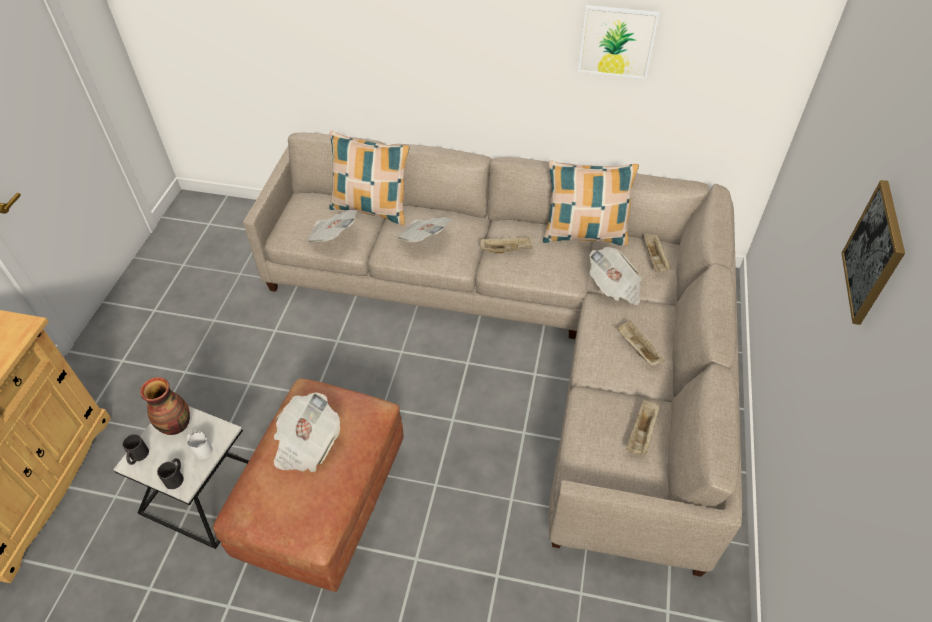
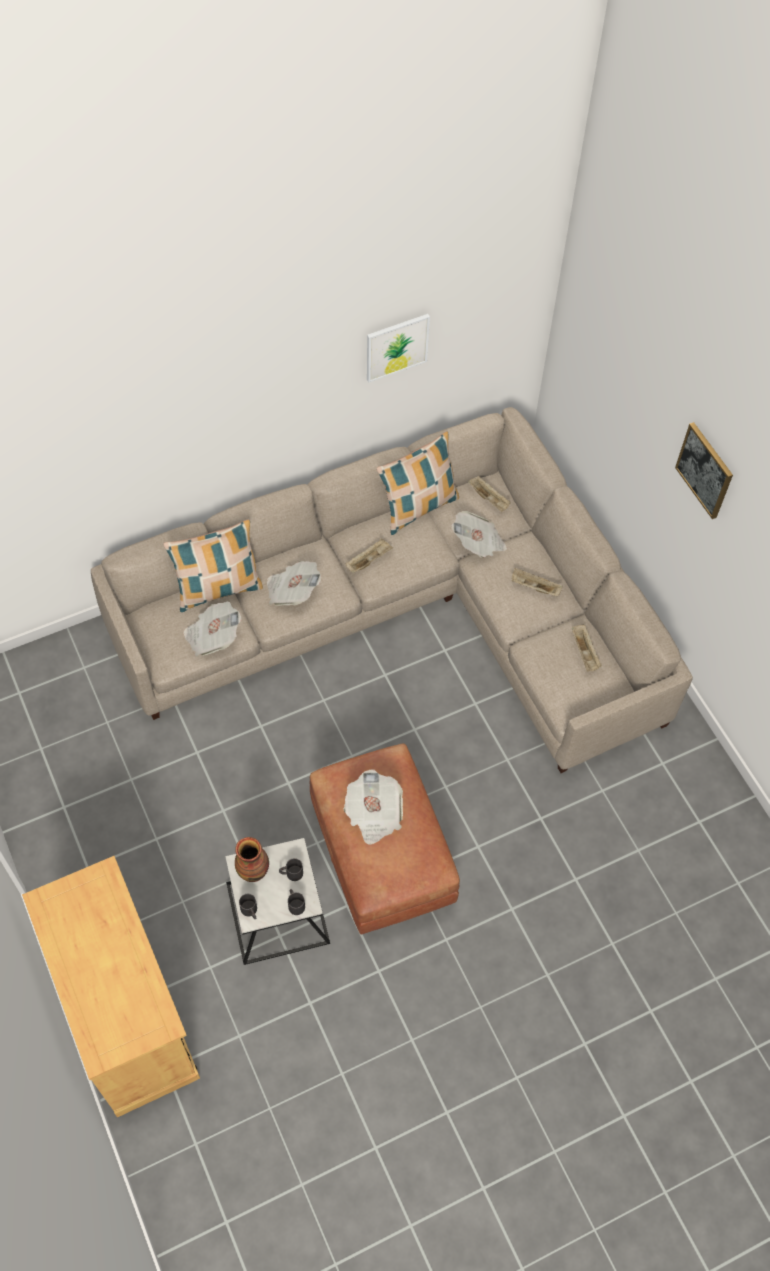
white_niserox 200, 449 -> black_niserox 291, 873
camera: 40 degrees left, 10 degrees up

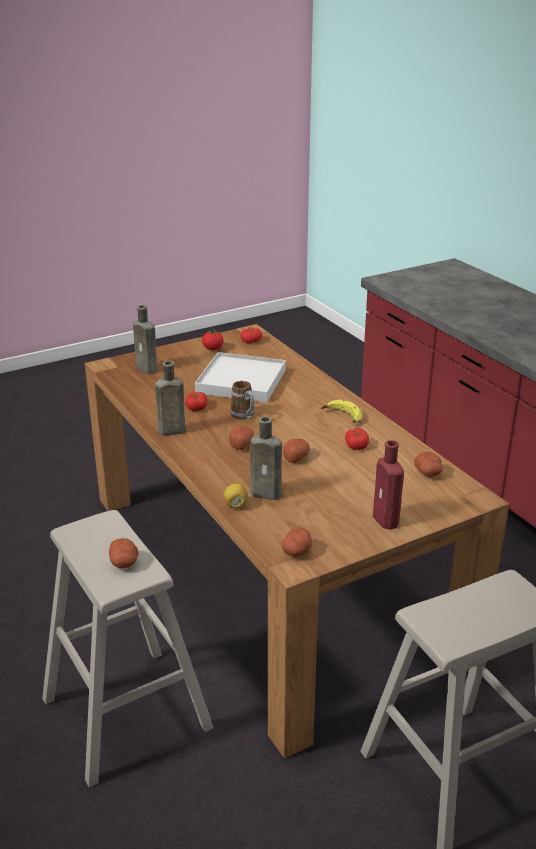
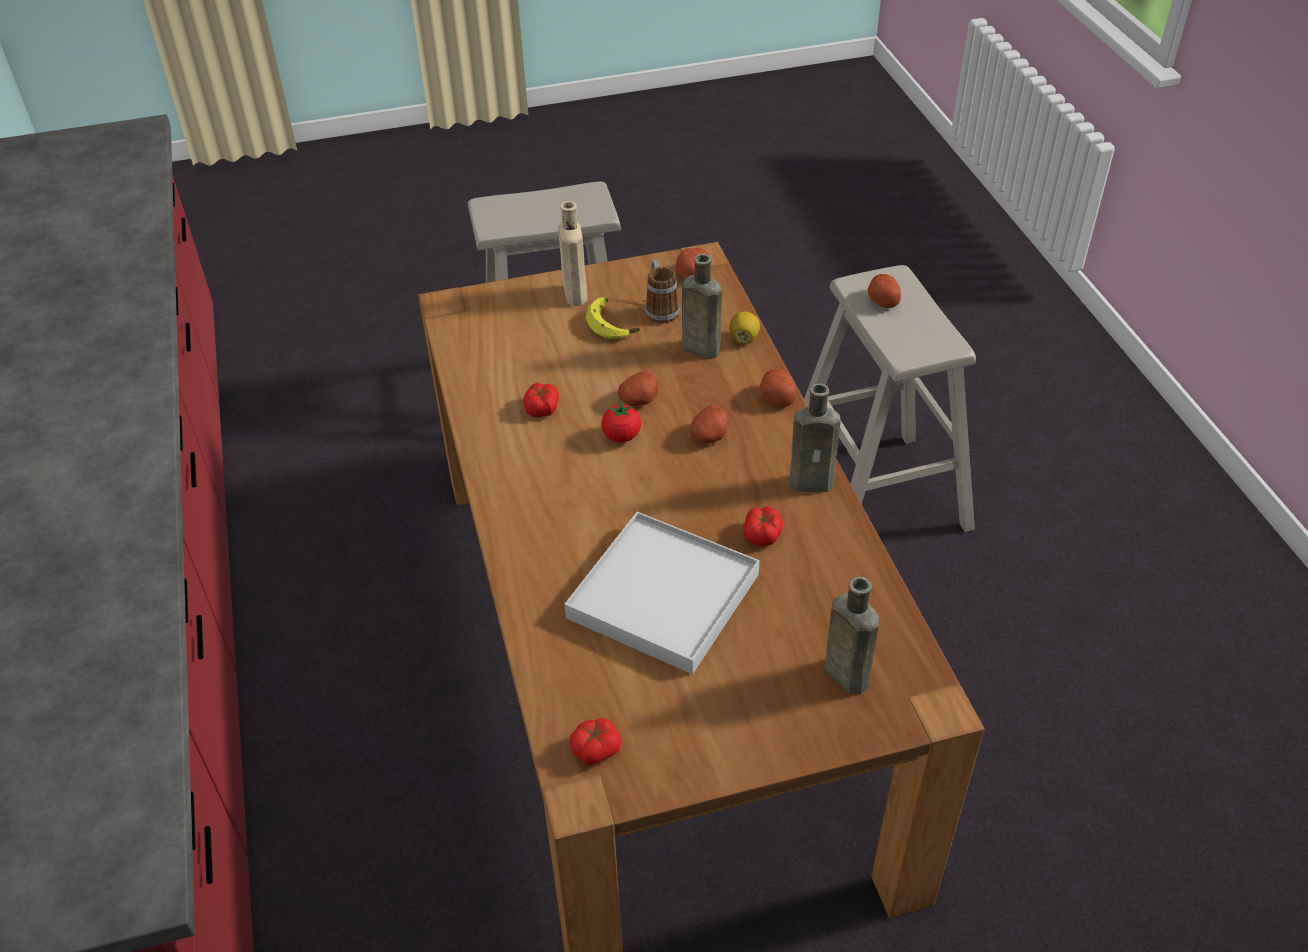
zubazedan 213, 349 -> zubazedan 621, 436, relocated
niserox 244, 416 -> niserox 660, 309, relocated
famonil 342, 417 -> famonil 613, 324, relocated
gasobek 428, 473 -> gasobek 776, 397, relocated
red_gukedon 387, 521 -> beige_gukedon 574, 293
camera: 165 degrees left, 15 degrees up

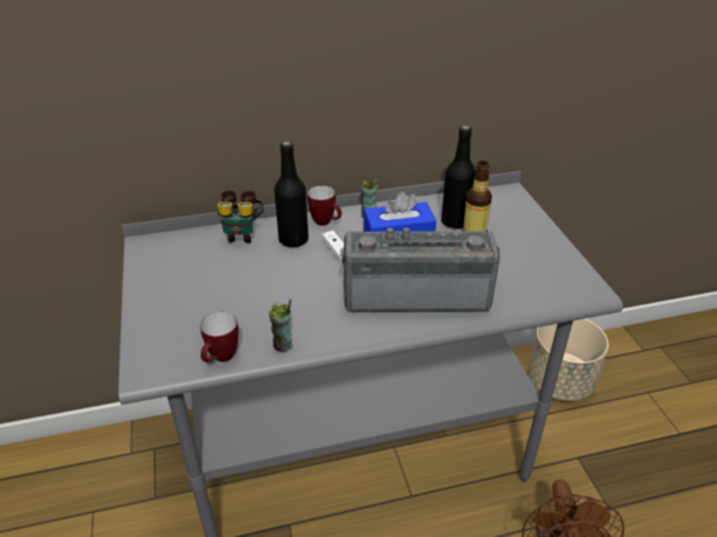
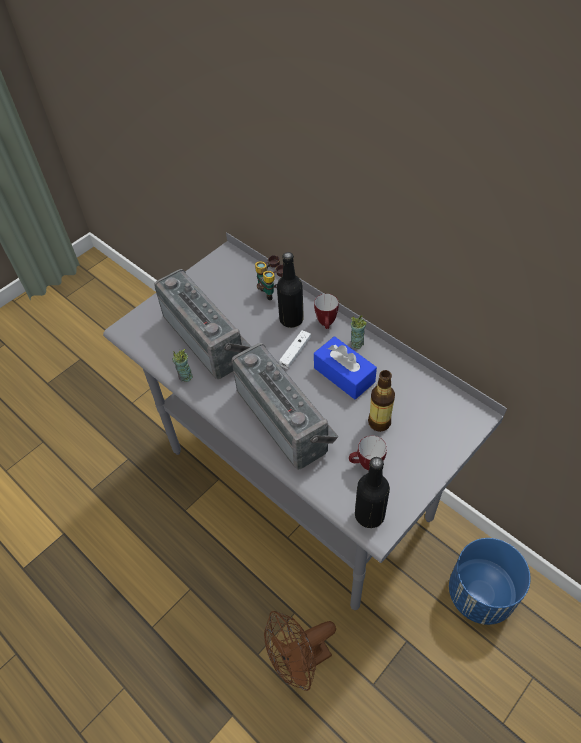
none -> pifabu 208, 337
niserox 221, 359 -> niserox 366, 465, relocated
black_gukedon 455, 222 -> black_gukedon 369, 515, relocated
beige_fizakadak 560, 382 -> blue_fizakadak 481, 593
camera: 60 degrees right, 15 degrees up

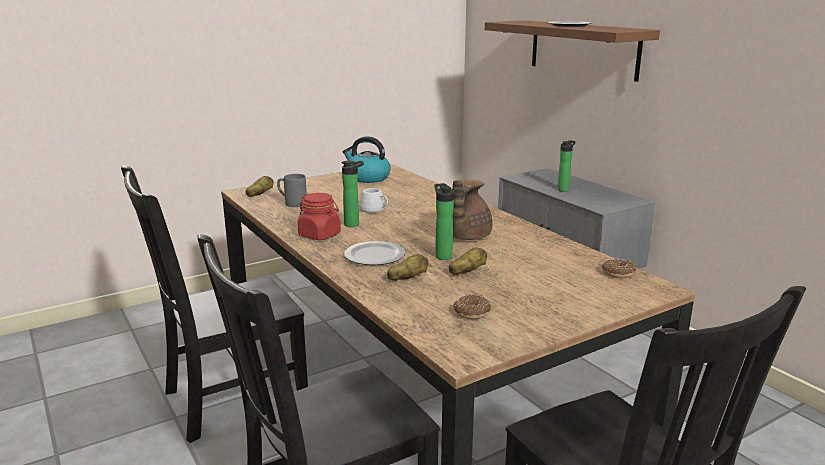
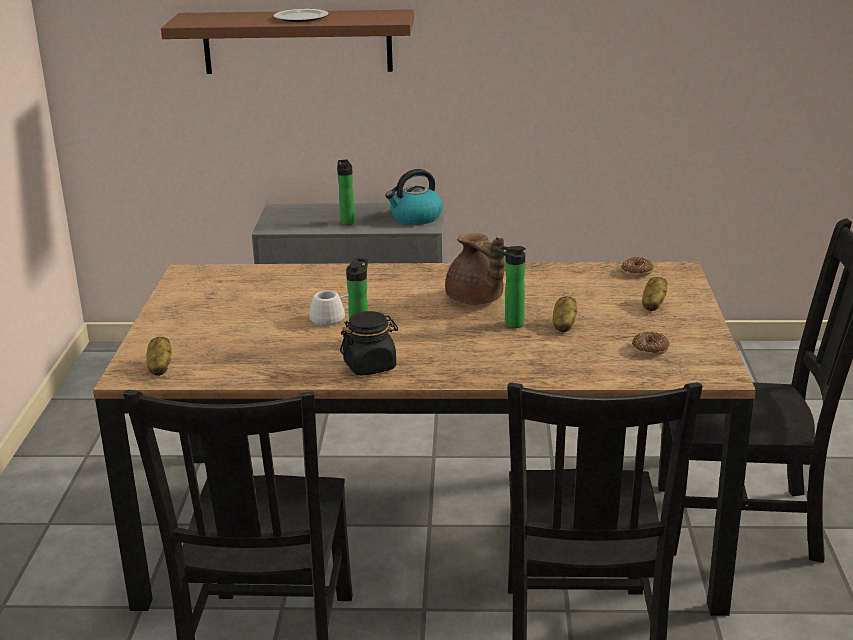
grey_niserox 291, 203 -> none
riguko 375, 256 -> none
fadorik 367, 178 -> fadorik 415, 218, relocated
gasobek 407, 279 -> gasobek 653, 305, relocated
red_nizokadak 320, 235 -> black_nizokadak 370, 366
camera: 55 degrees left, 5 degrees up

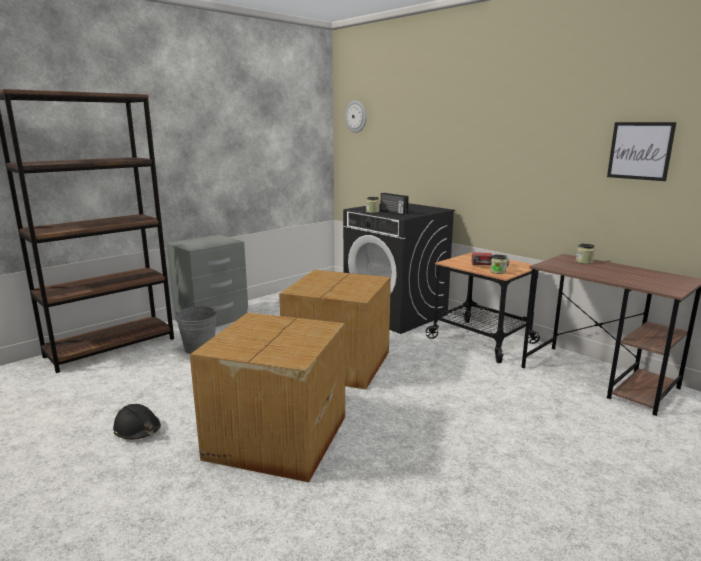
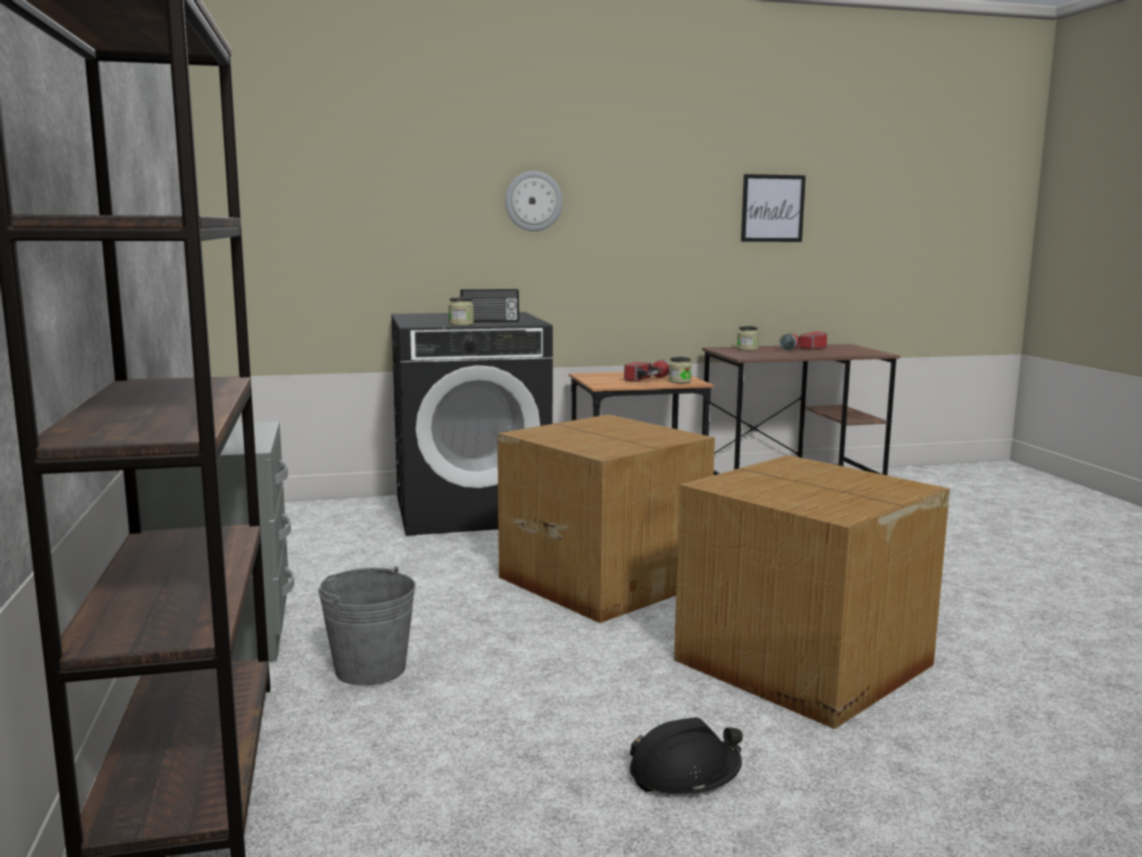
none -> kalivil 802, 349
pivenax 356, 116 -> pivenax 533, 201, relocated
camera: 60 degrees left, 5 degrees down

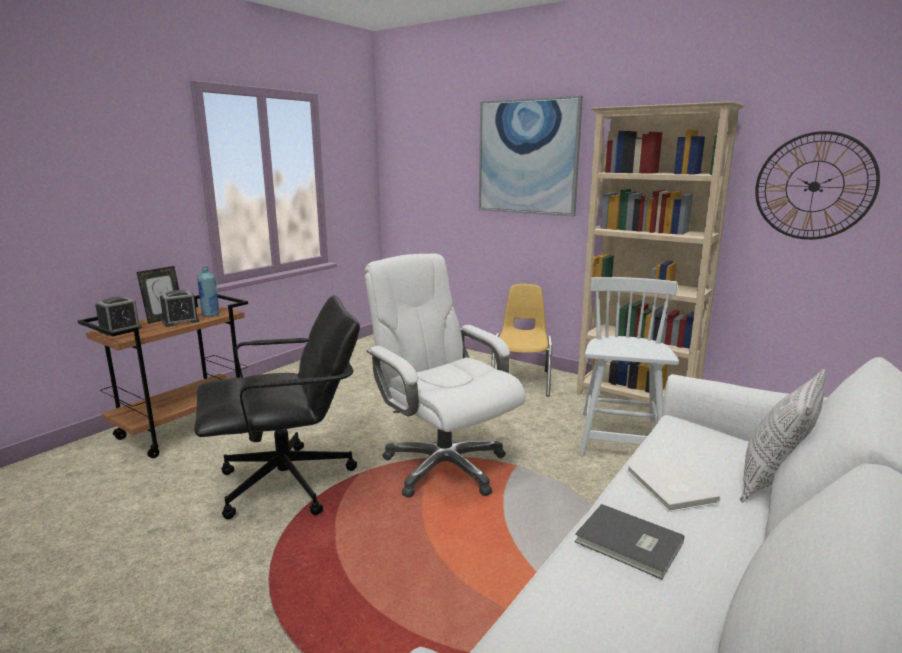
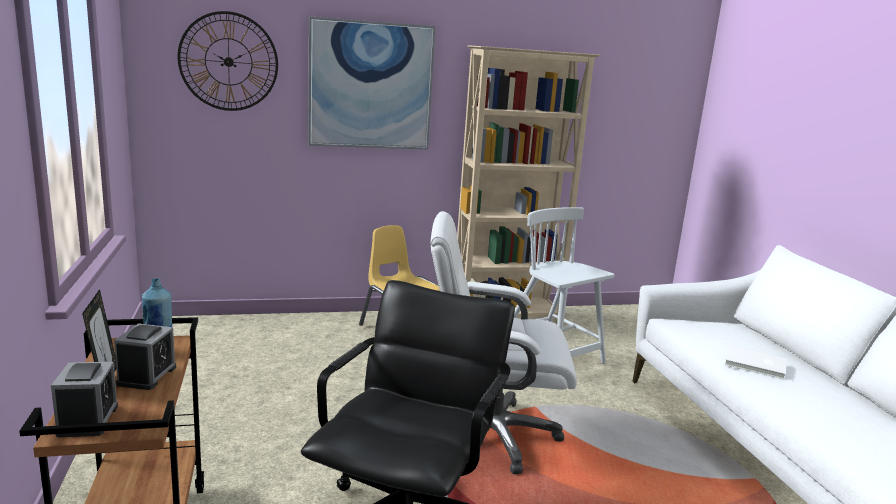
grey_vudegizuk 629, 544 -> none
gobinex 772, 482 -> none
pivenax 814, 186 -> pivenax 228, 62, relocated
camera: 50 degrees left, 0 degrees up

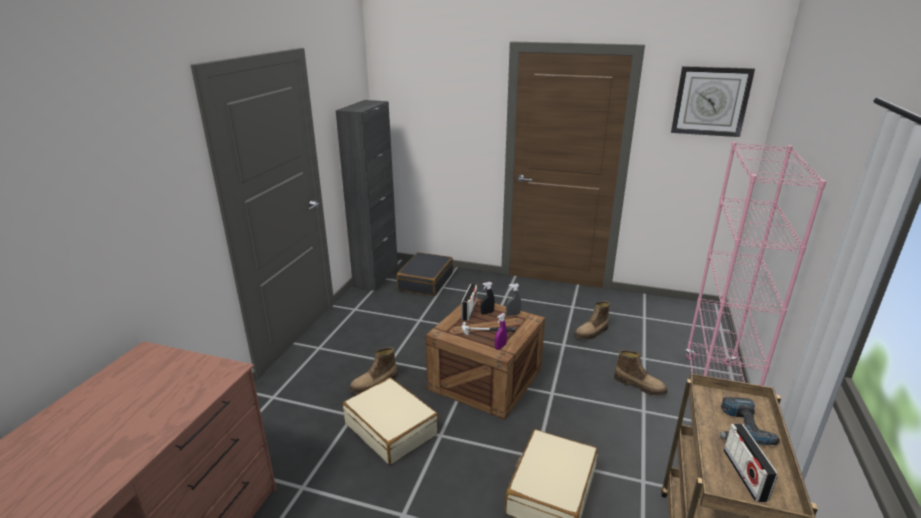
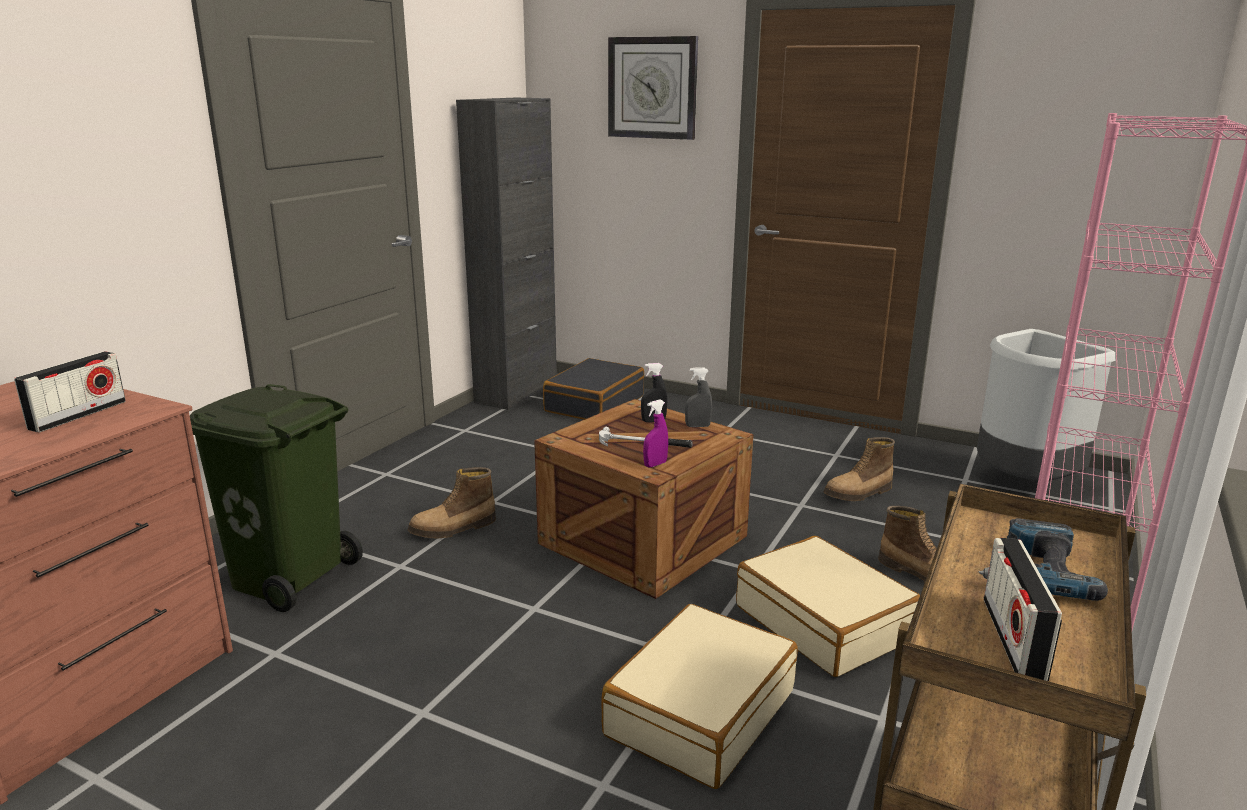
none -> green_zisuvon 289, 575
none -> grey_zisuvon 1022, 484
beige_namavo 391, 429 -> beige_namavo 823, 623, relocated
pifabu 469, 310 -> pifabu 78, 415, relocated
pivenax 710, 101 -> pivenax 652, 88, relocated
camera: 10 degrees right, 5 degrees down

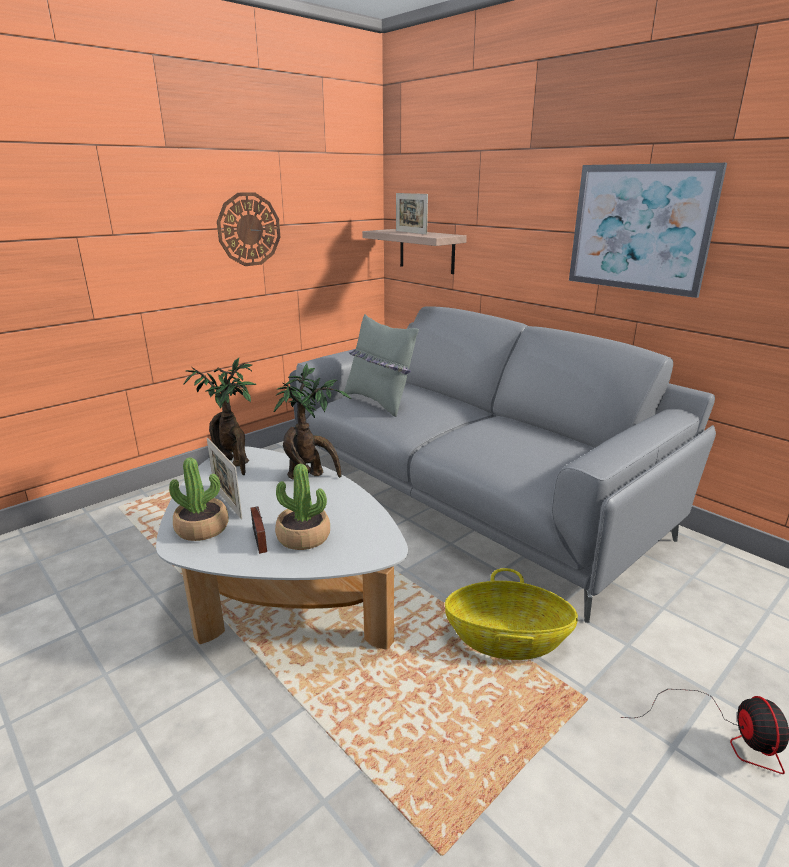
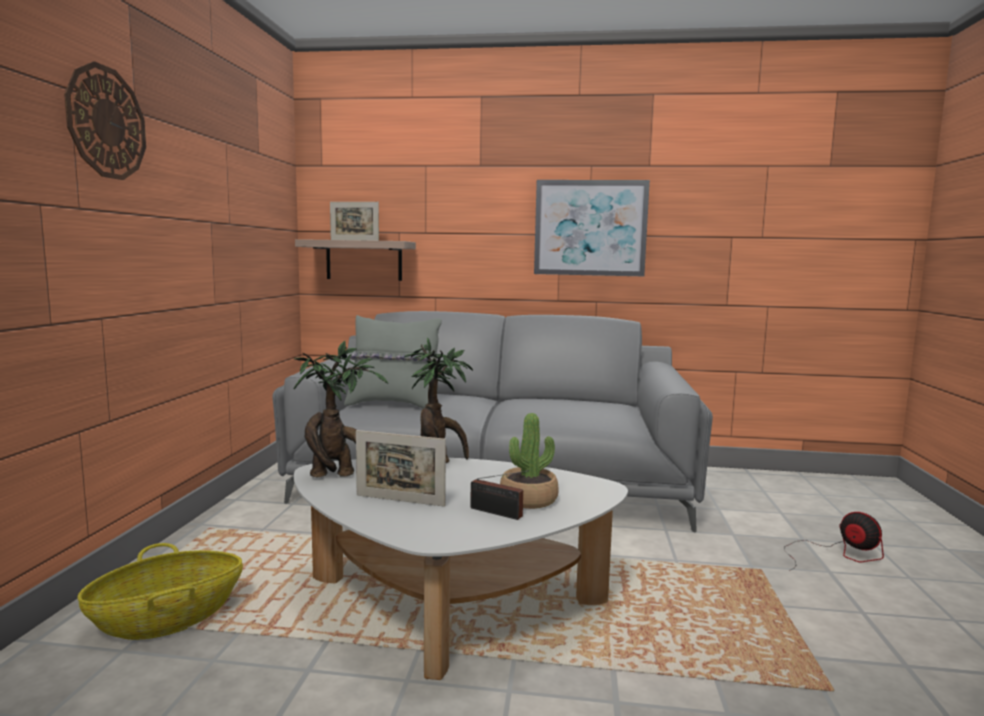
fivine 202, 528 -> none
pivenax 249, 229 -> pivenax 106, 122, relocated
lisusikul 507, 639 -> lisusikul 167, 618, relocated
camera: 40 degrees left, 15 degrees down

